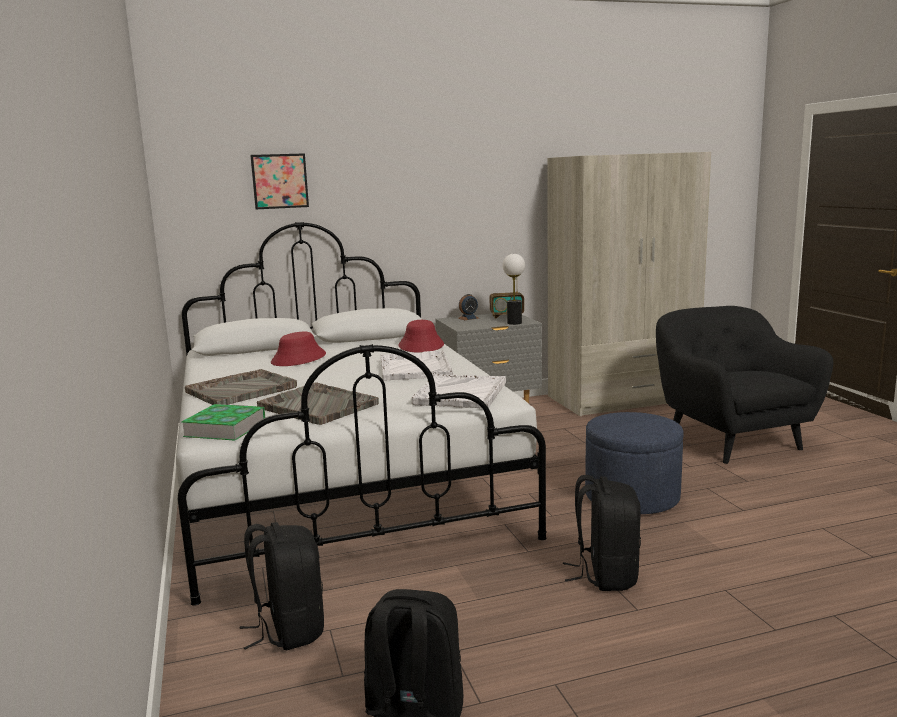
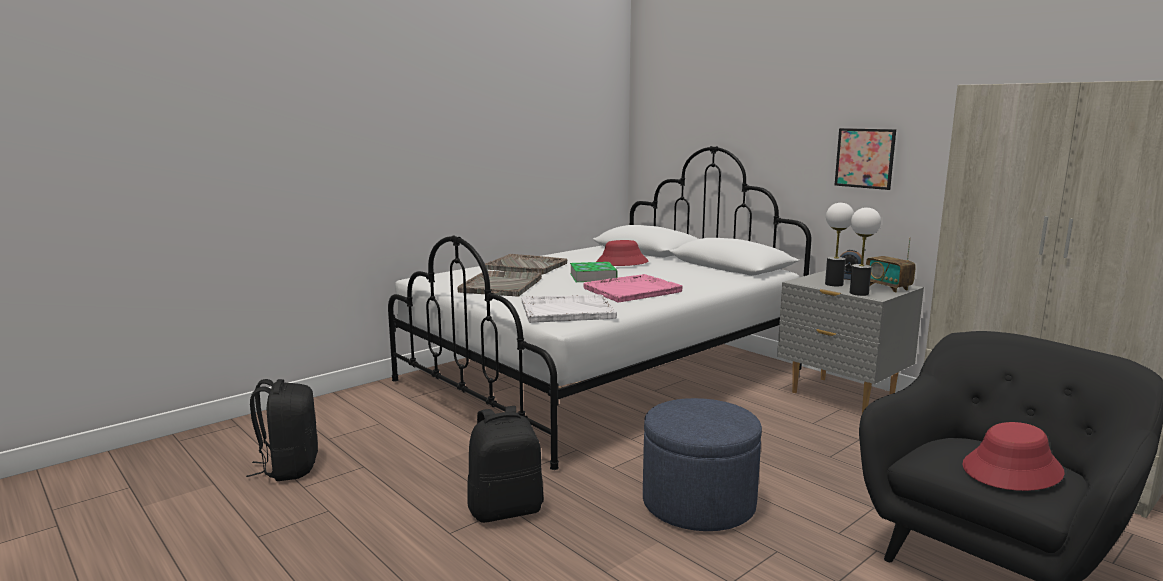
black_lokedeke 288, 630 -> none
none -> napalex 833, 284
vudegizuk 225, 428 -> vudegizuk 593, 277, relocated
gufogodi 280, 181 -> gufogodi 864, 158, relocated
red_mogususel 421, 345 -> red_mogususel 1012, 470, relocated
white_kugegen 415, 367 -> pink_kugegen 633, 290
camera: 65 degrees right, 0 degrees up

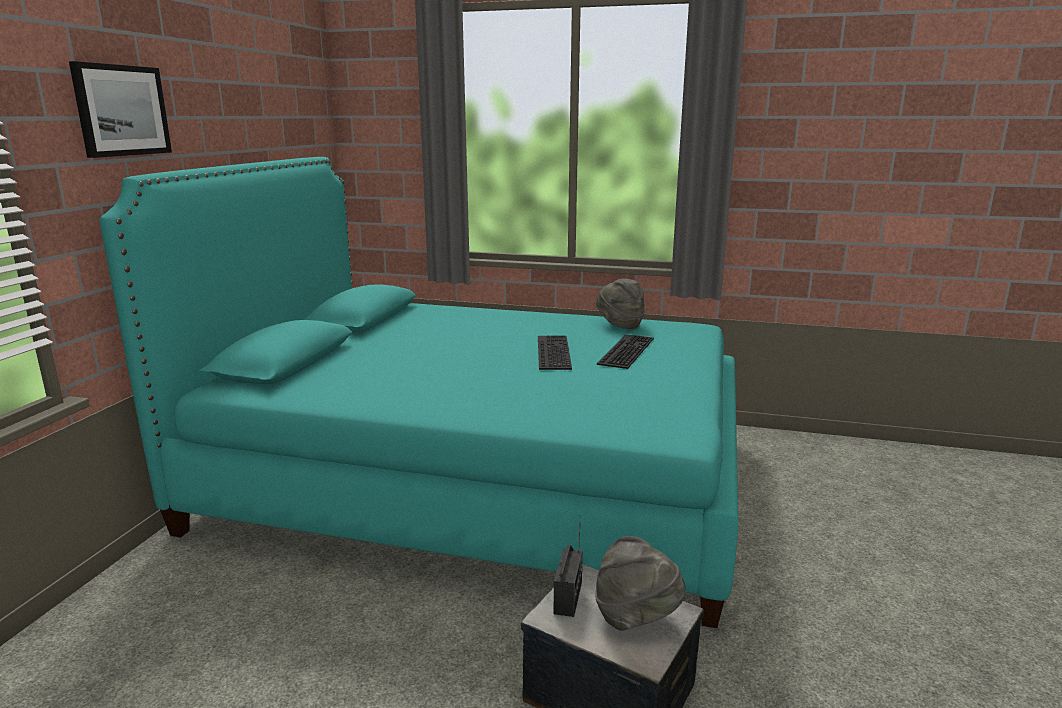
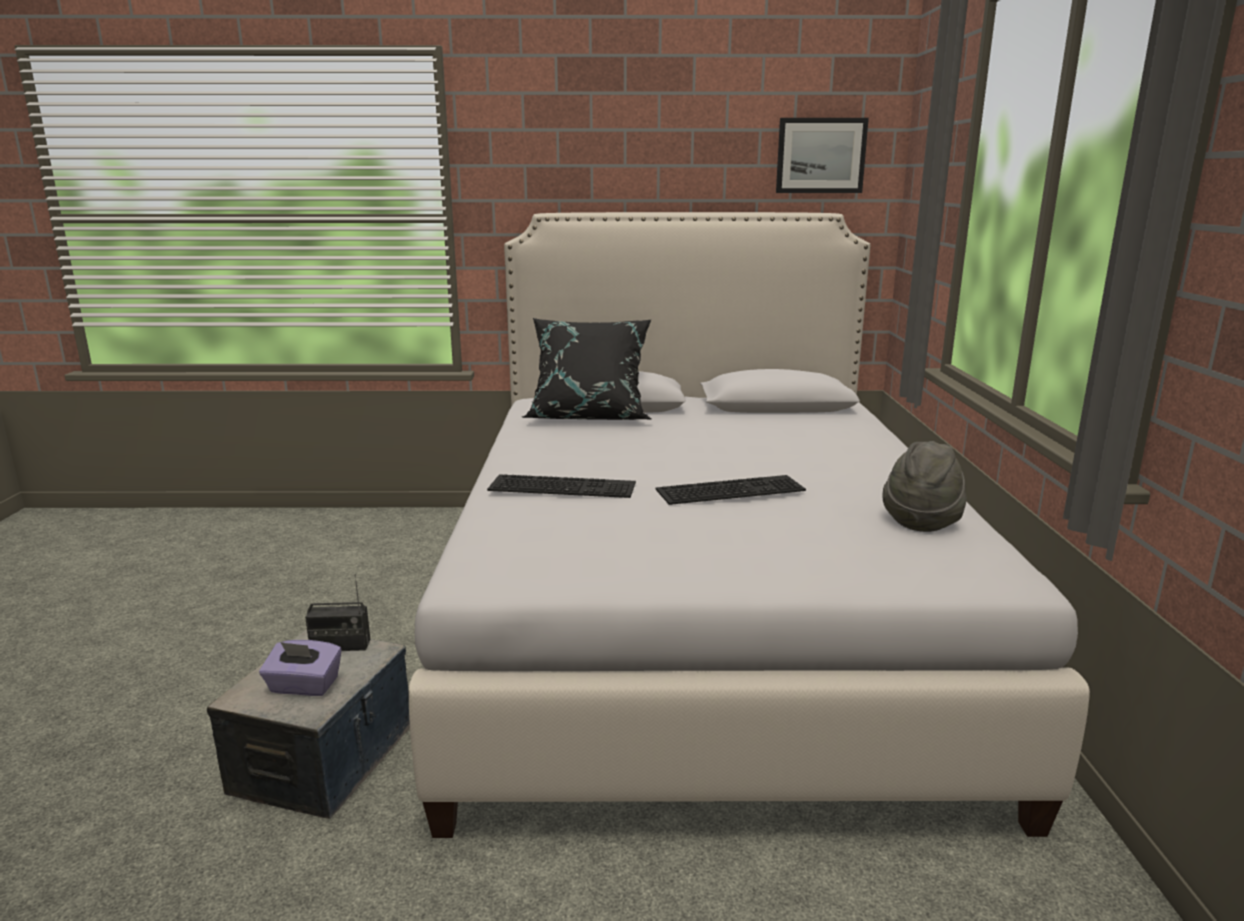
none -> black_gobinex 589, 416
gufogodi 121, 110 -> gufogodi 820, 156, relocated
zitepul 625, 350 -> zitepul 564, 485, relocated
grey_mogususel 636, 617 -> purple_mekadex 304, 686
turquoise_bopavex 479, 480 -> white_bopavex 699, 620
camera: 75 degrees right, 0 degrees up

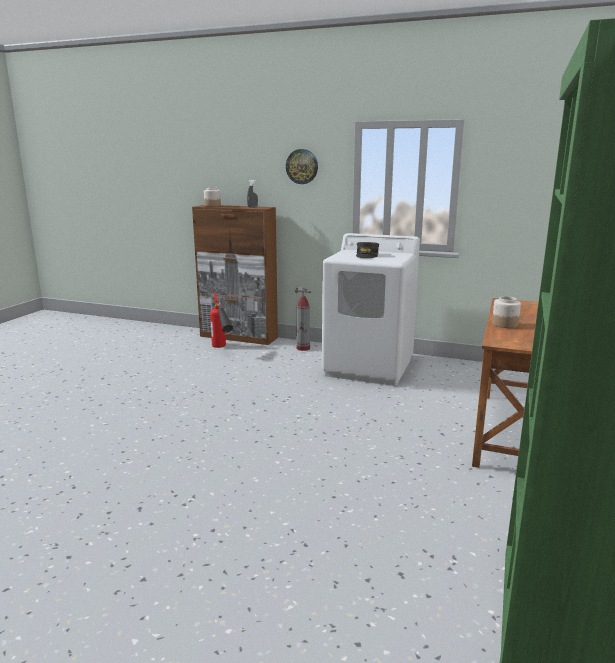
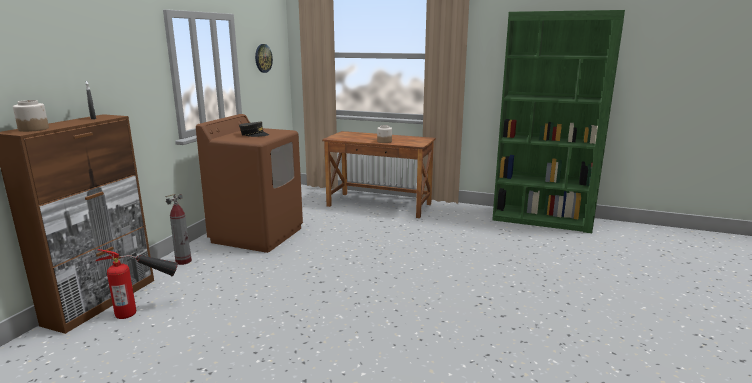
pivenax 302, 166 -> pivenax 263, 58, relocated
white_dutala 369, 367 -> brown_dutala 257, 235
camera: 90 degrees left, 0 degrees up

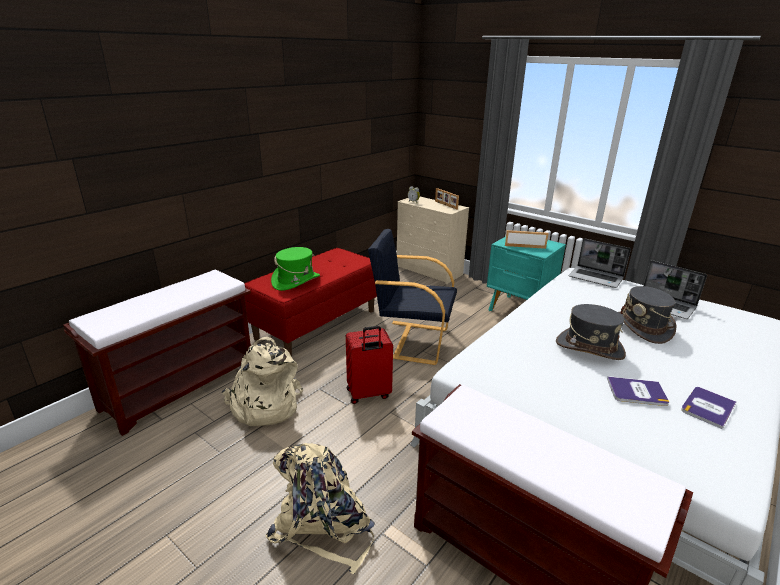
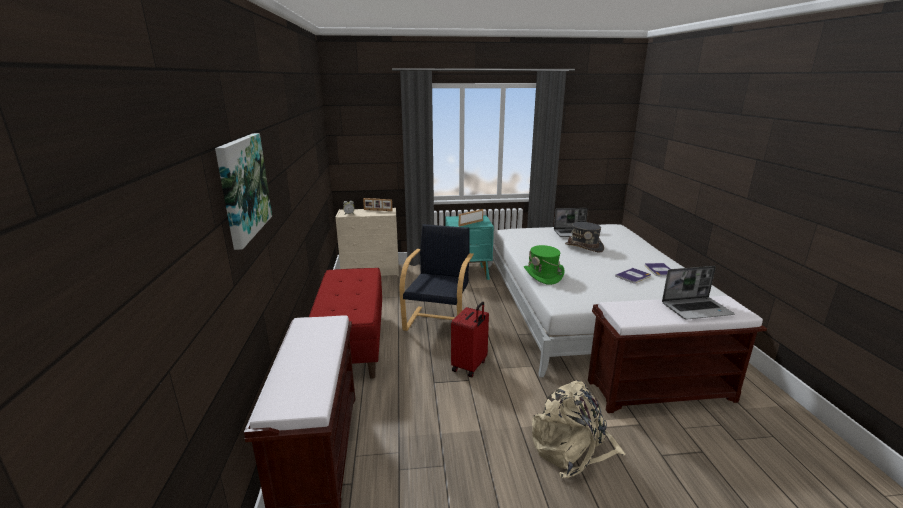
beige_lokedeke 264, 405 -> none
grey_mogususel 589, 348 -> none
none -> gufogodi 242, 187
green_mogususel 296, 281 -> green_mogususel 543, 275, relocated
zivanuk 596, 278 -> zivanuk 696, 309, relocated
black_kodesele 411, 341 -> black_kodesele 439, 321, 135 degrees clockwise
camera: 45 degrees left, 5 degrees down

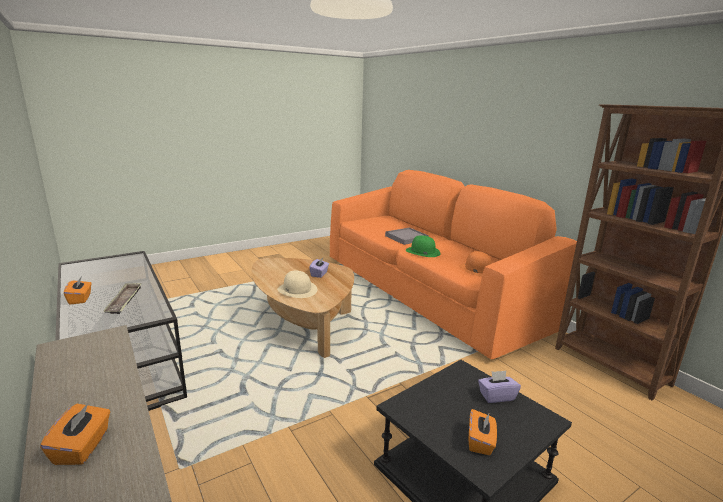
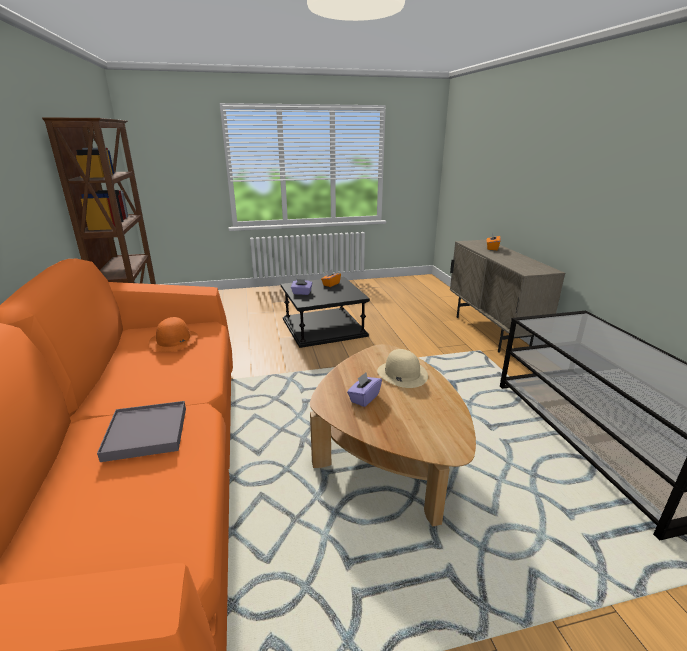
orange_mekadex 80, 299 -> none
kugegen 124, 301 -> none
green_mogususel 422, 251 -> none
camera: 160 degrees left, 5 degrees up

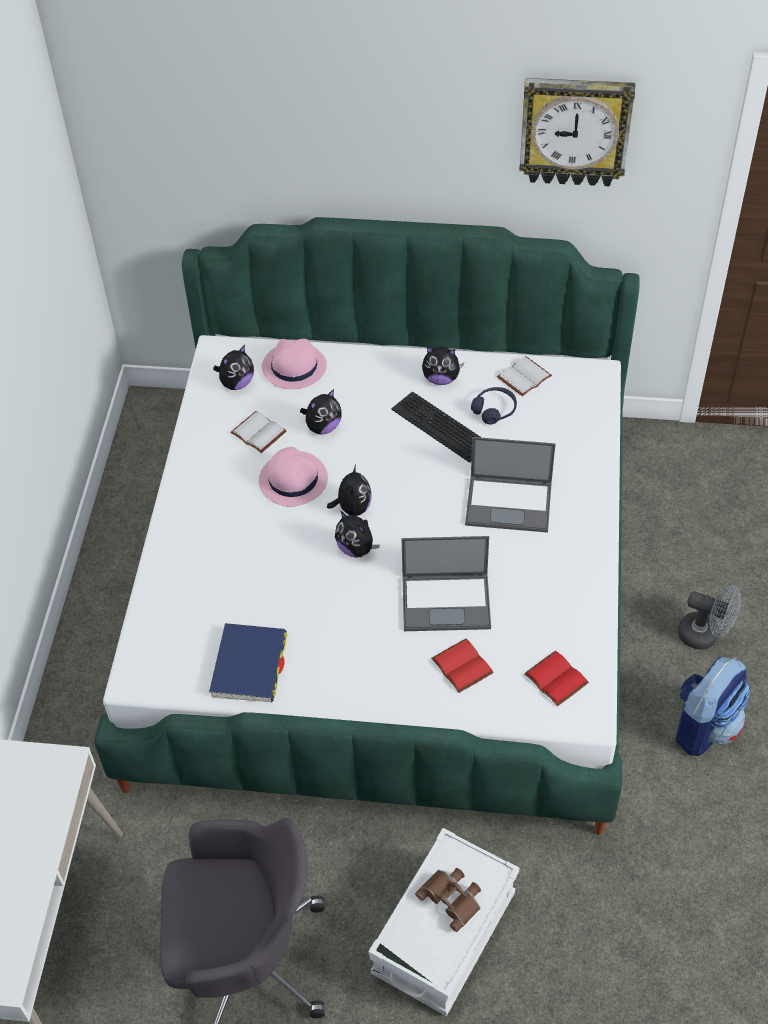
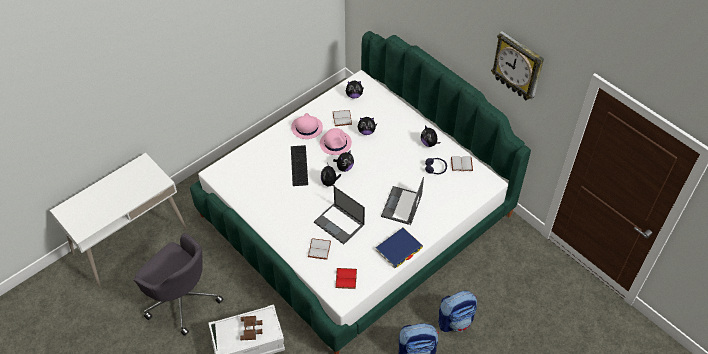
blue_vudegizuk 249, 665 -> blue_vudegizuk 399, 249, relocated
pink_mogususel 293, 367 -> pink_mogususel 306, 128, relocated
zitepul 438, 427 -> zitepul 298, 165, relocated
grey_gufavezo 705, 635 -> lokedeke 455, 321
red_vudegizuk 460, 666 -> white_vudegizuk 318, 249
zivanuk 510, 503 -> zivanuk 401, 206, 60 degrees clockwise
camera: 40 degrees right, 0 degrees up

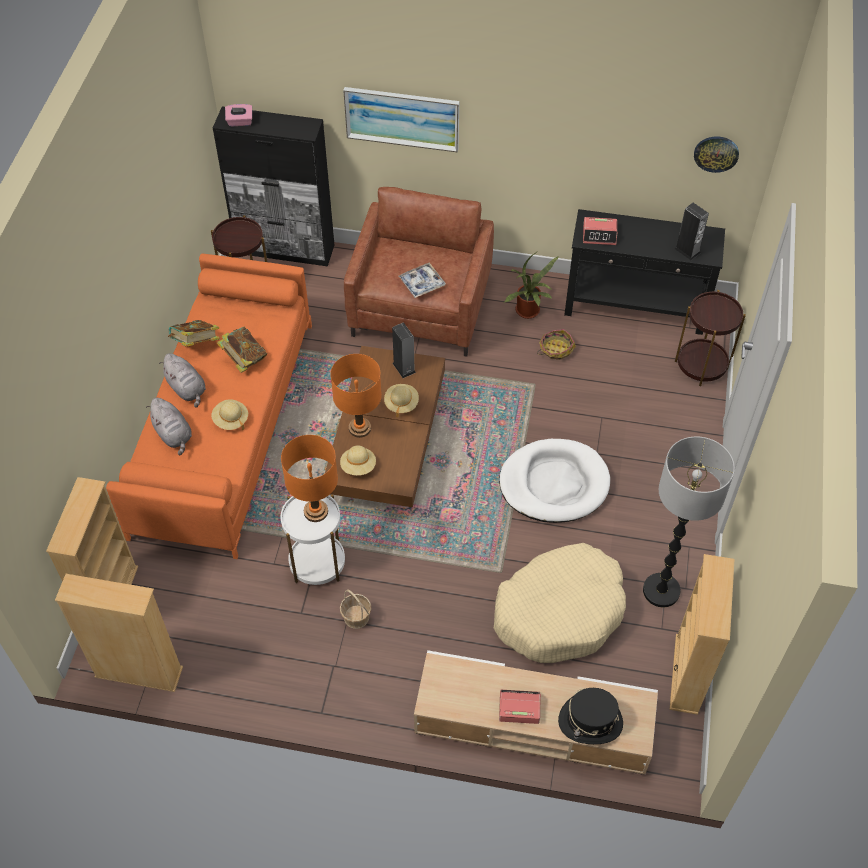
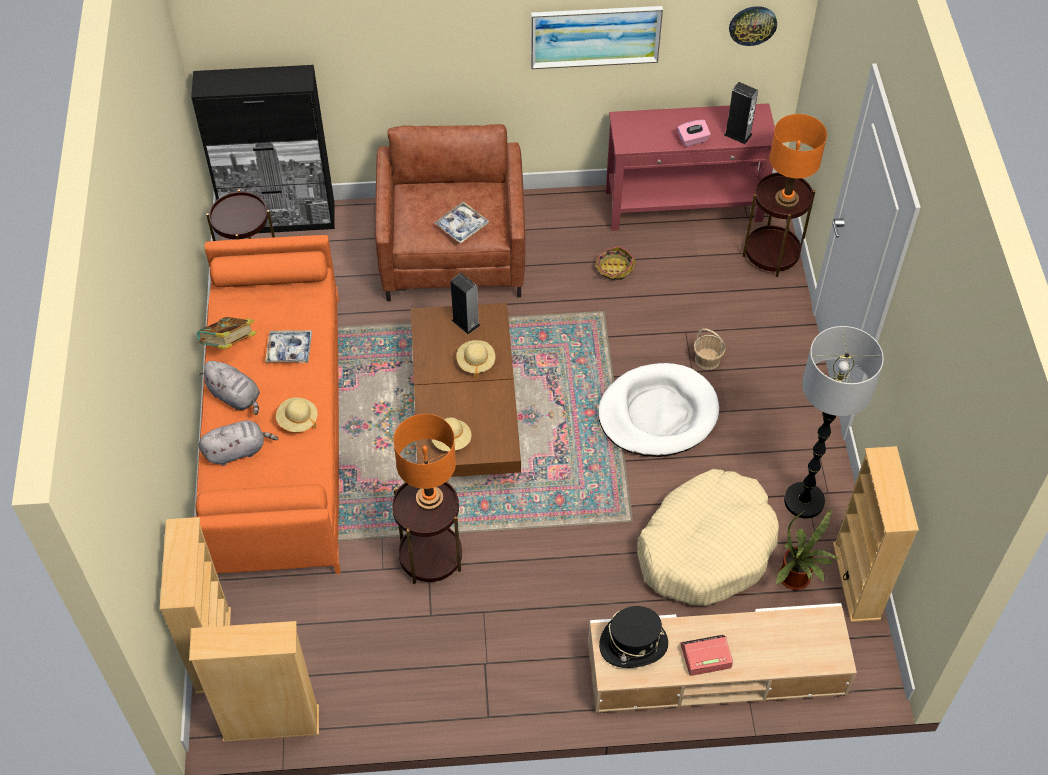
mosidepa 599, 235 -> none
pink_mekadex 240, 122 -> pink_mekadex 693, 140, relocated
orange_napalex 360, 428 -> orange_napalex 786, 200, relocated
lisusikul 356, 617 -> lisusikul 707, 359, relocated
gufogodi 402, 118 -> gufogodi 595, 36, relocated
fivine 529, 312 -> fivine 797, 579, relocated
black_mogususel 590, 722 -> black_mogususel 633, 644, relocated
vudegizuk 244, 359 -> kugegen 289, 350
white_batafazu 317, 563 -> brown_batafazu 430, 557
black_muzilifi 636, 307 -> red_muzilifi 684, 206
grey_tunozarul 173, 434 -> grey_tunozarul 238, 451, 60 degrees counterclockwise
camera: 15 degrees left, 0 degrees up

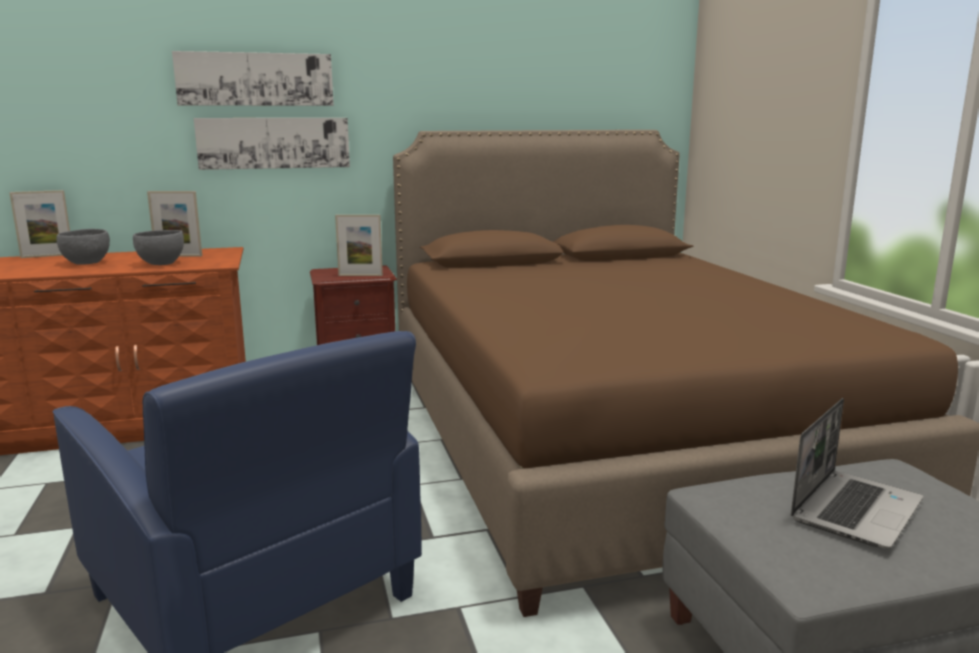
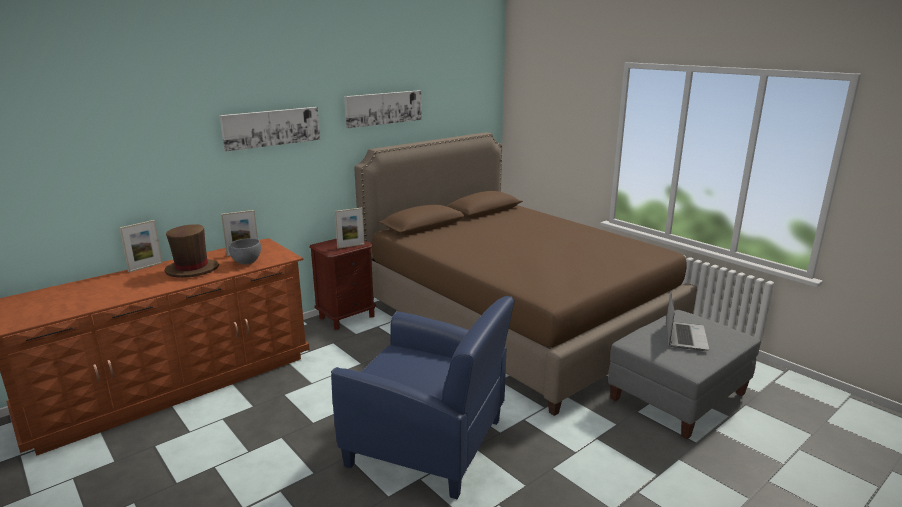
gufogodi 274, 143 -> gufogodi 383, 108, relocated
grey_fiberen 86, 263 -> brown_mogususel 192, 270
camera: 25 degrees left, 5 degrees up

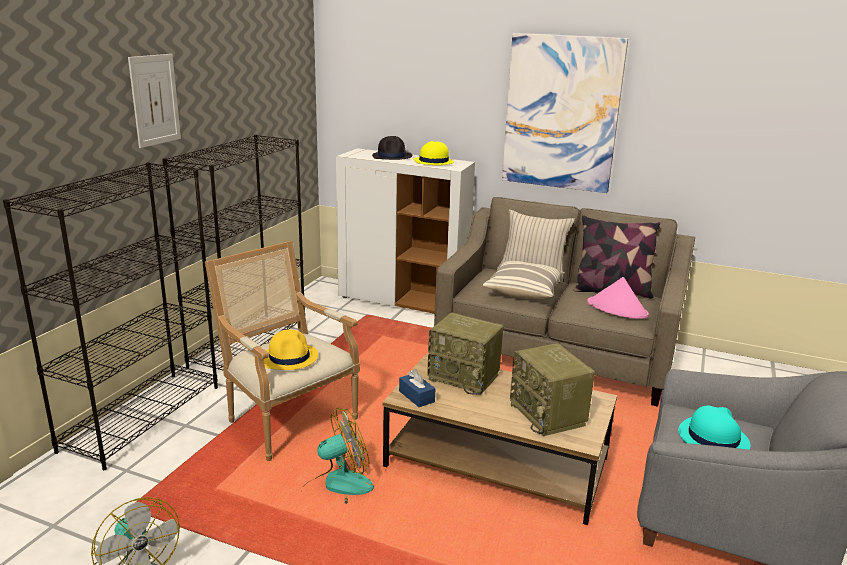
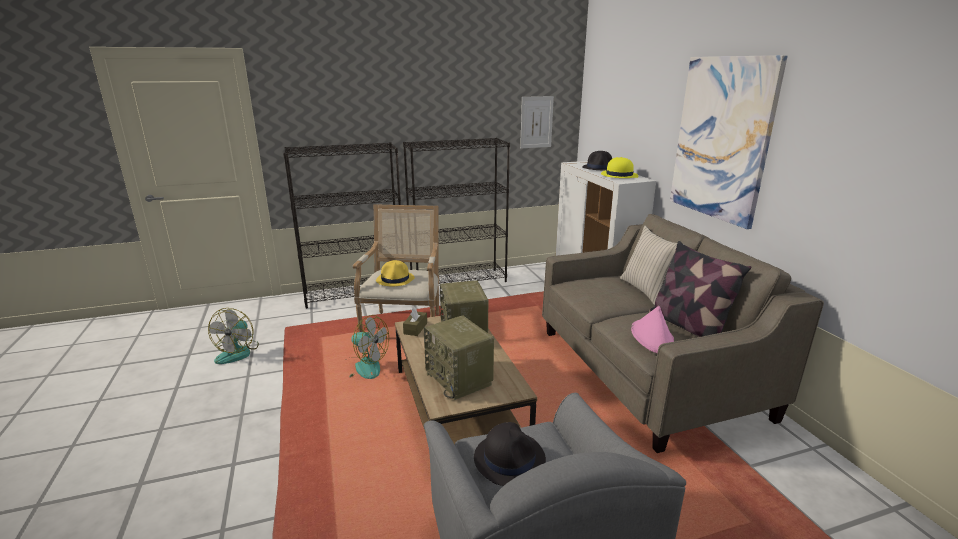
gobinex 523, 291 -> none
gufogodi 155, 100 -> gufogodi 536, 122, relocated
blue_mekadex 416, 396 -> brown_mekadex 415, 328
turquoise_mogususel 712, 438 -> black_mogususel 509, 458
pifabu 549, 415 -> pifabu 460, 379, 60 degrees counterclockwise
camera: 50 degrees right, 0 degrees up

